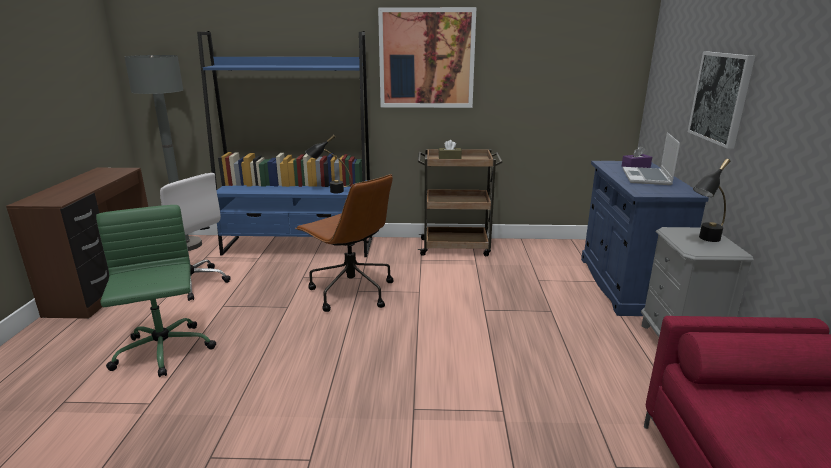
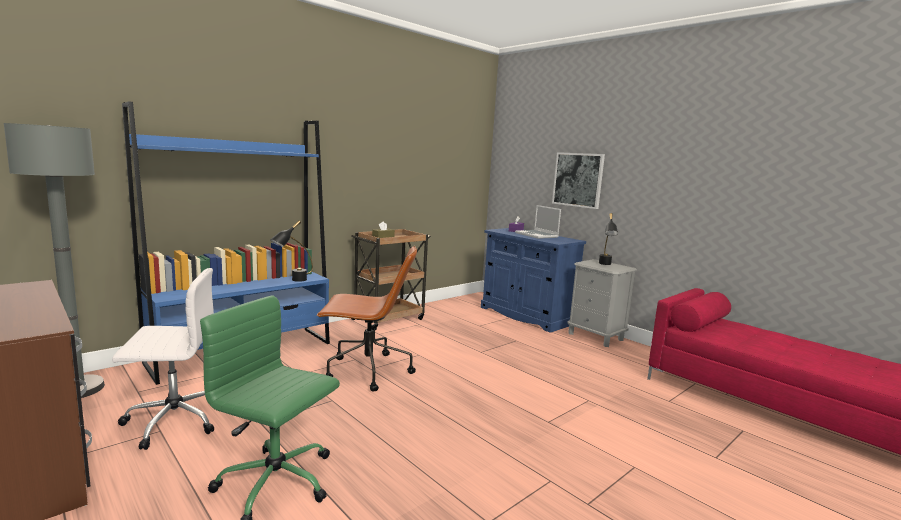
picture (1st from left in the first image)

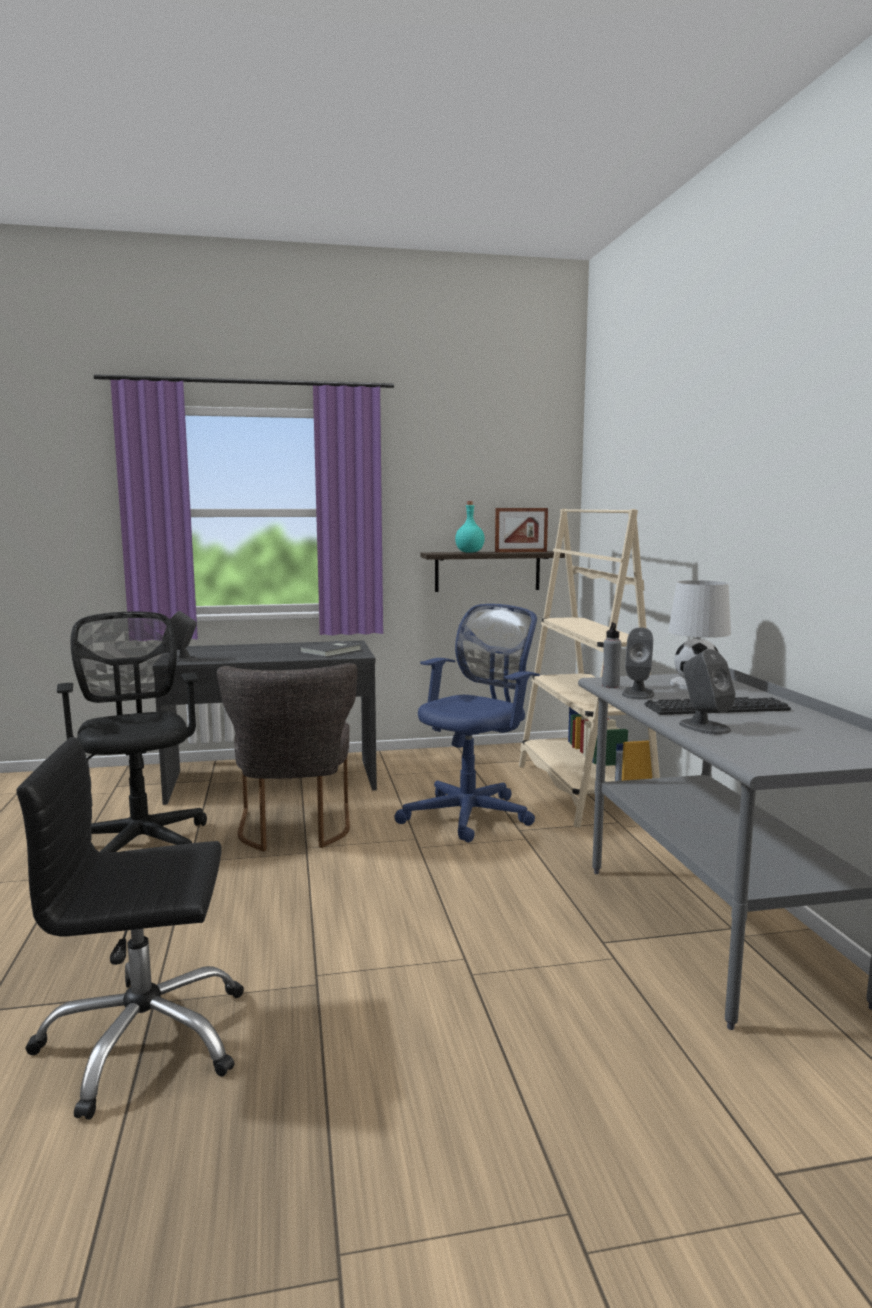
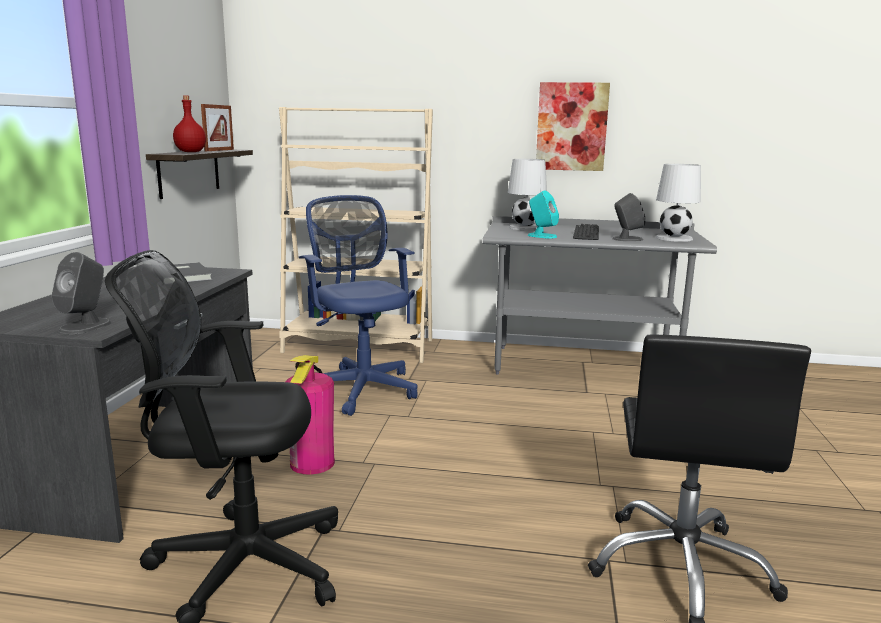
bottle in red
fire extinguisher
speaker in turquoise
picture
table lamp in white (2nd from left)
bottle in grey

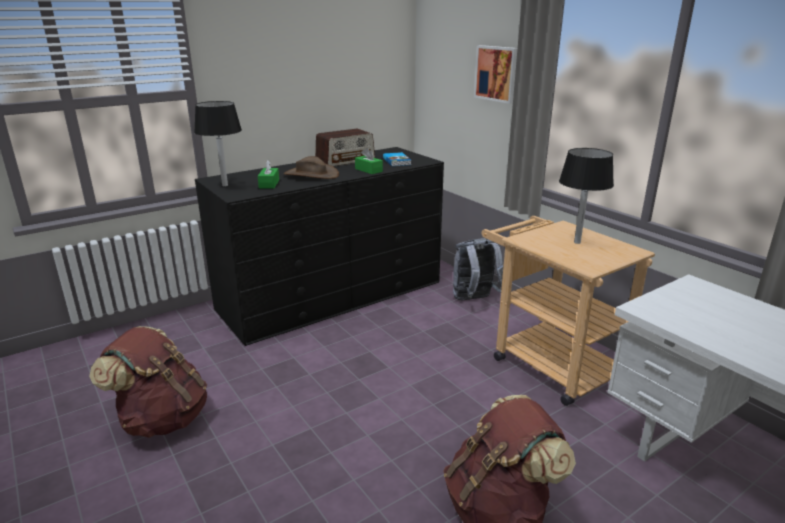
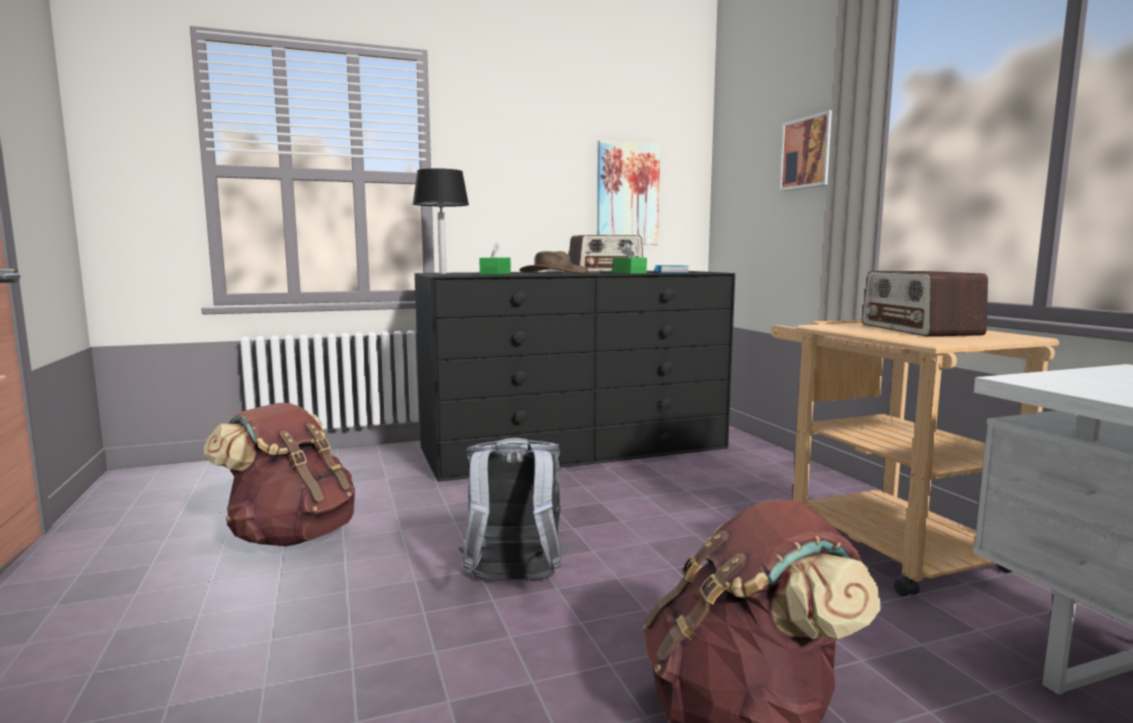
backpack in grey
picture (1st from left)
radio (2nd from left)

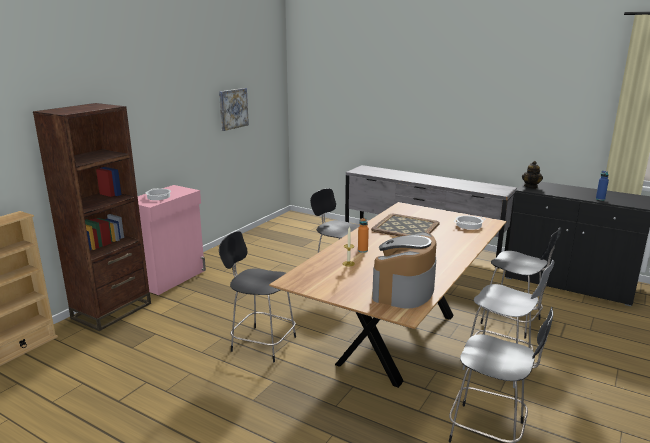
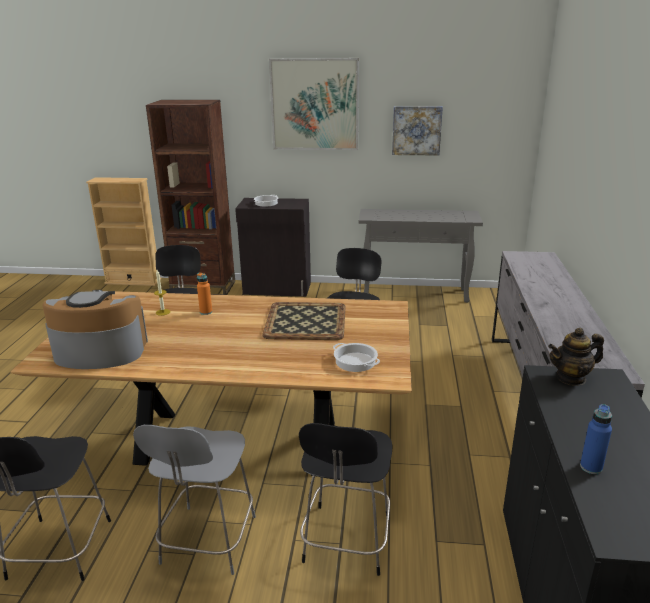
cabinet in black (1st from left)
picture (1st from left)
console table in grey

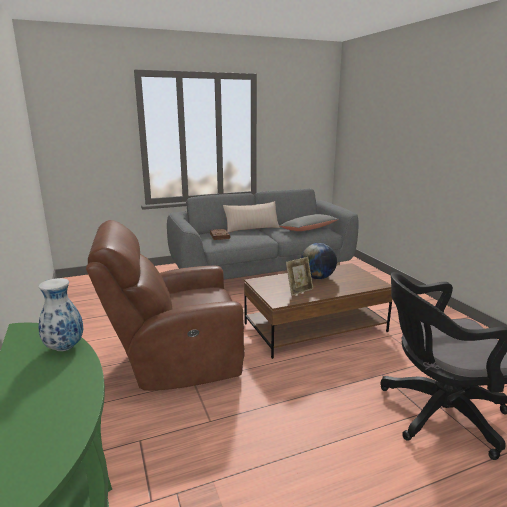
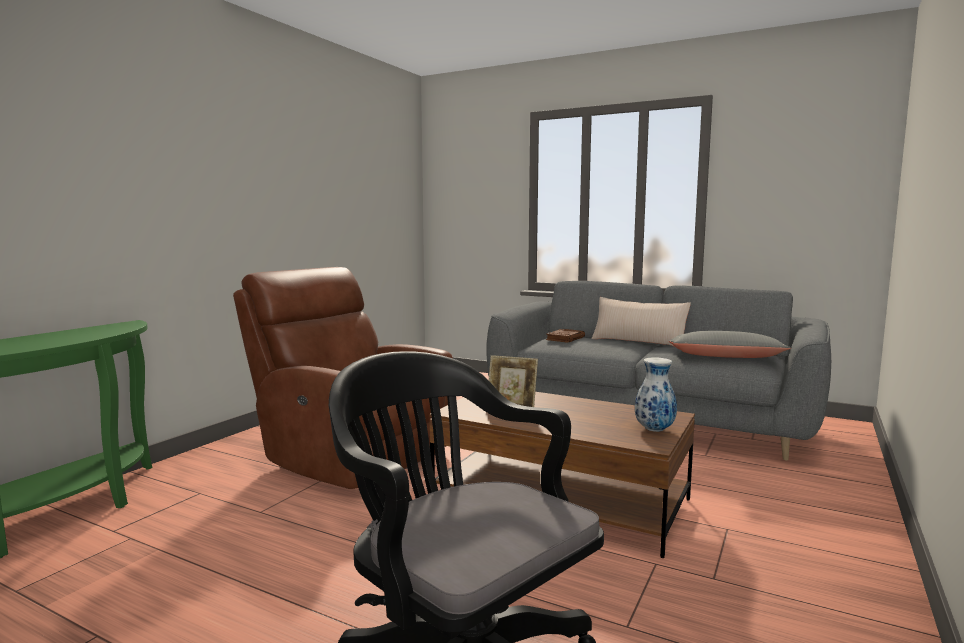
vase
globe

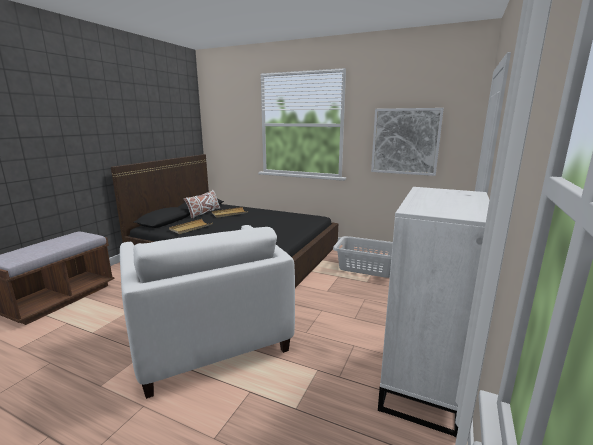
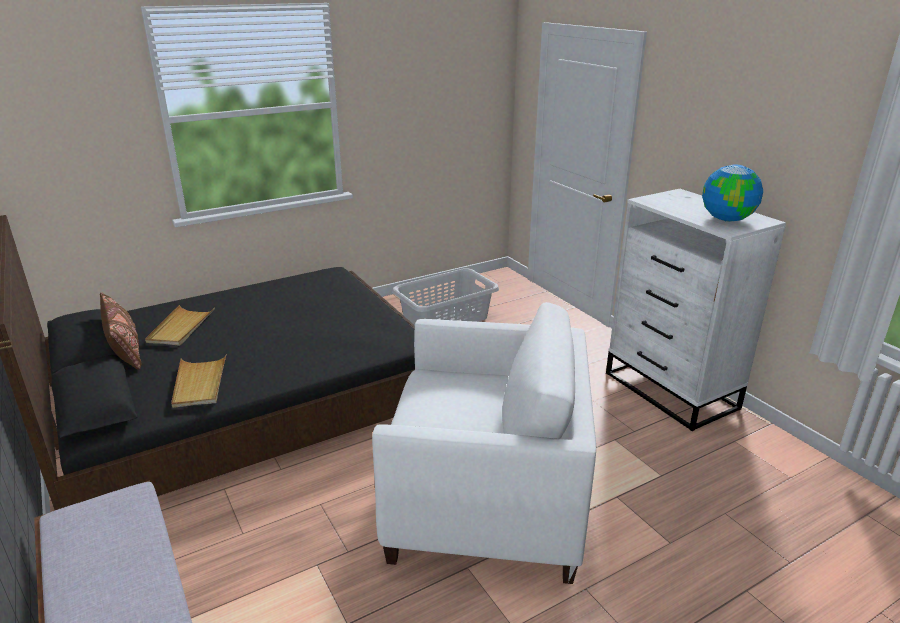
pillow in brown
globe
picture

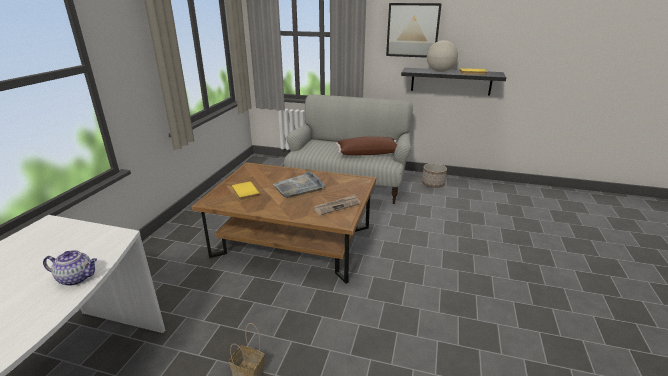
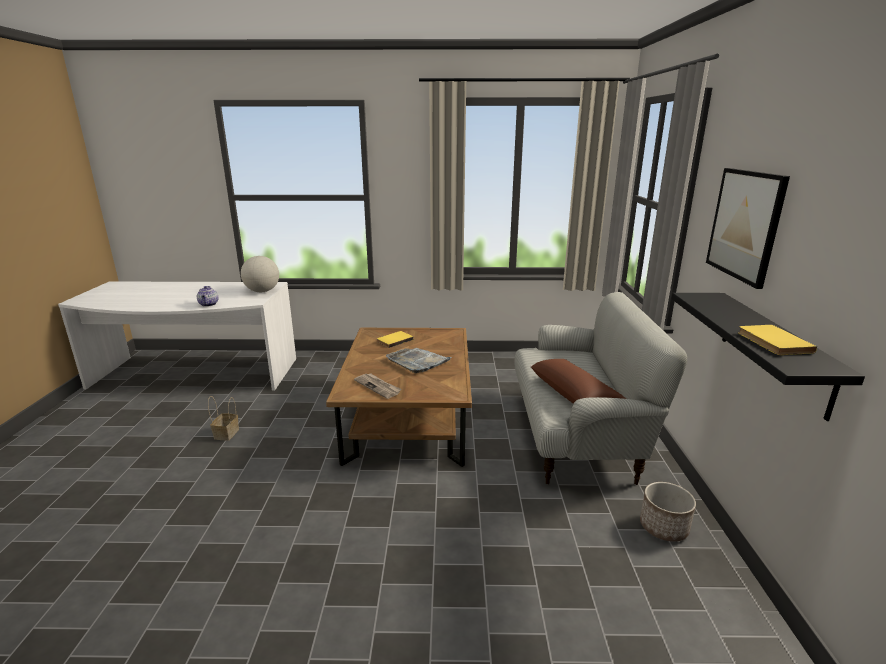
globe

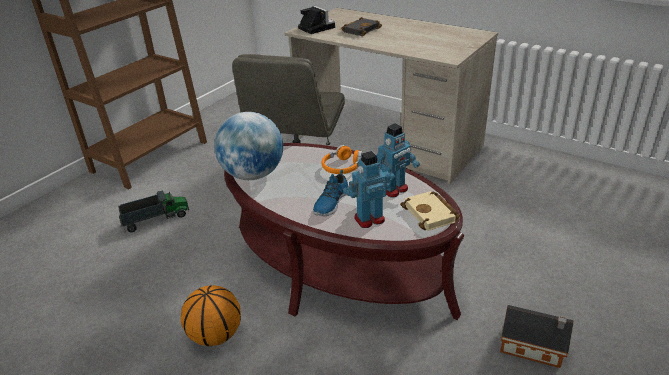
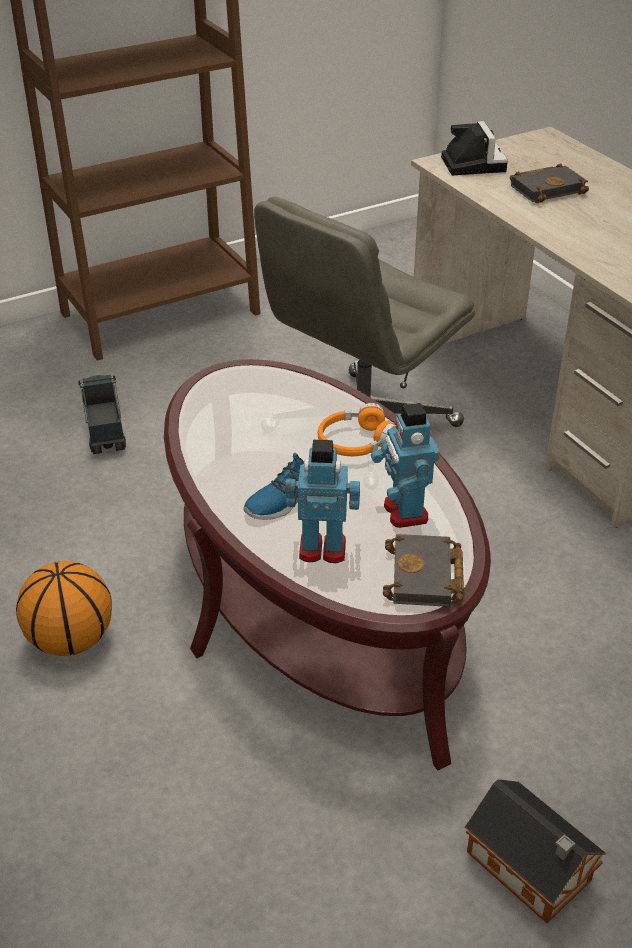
toy truck
toy robot (2nd from left)
book in black (1st from left)
globe

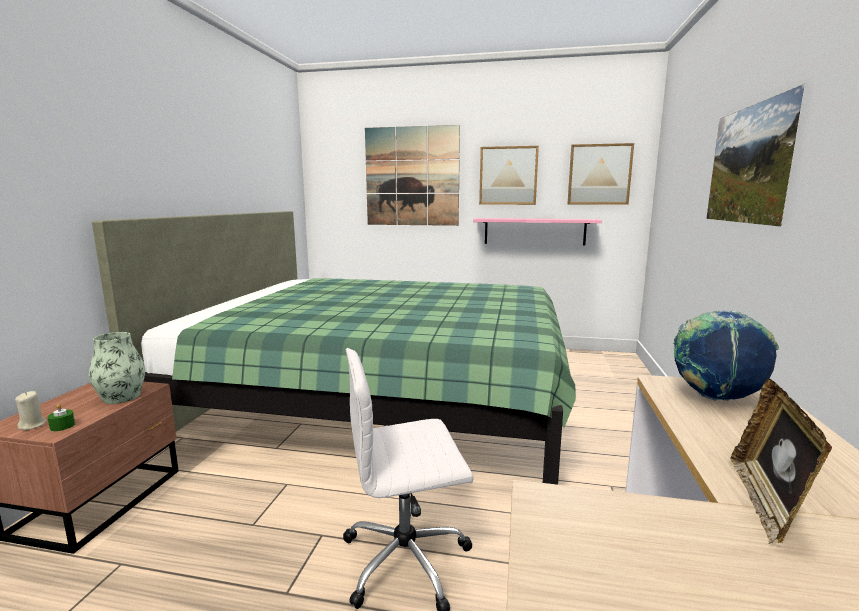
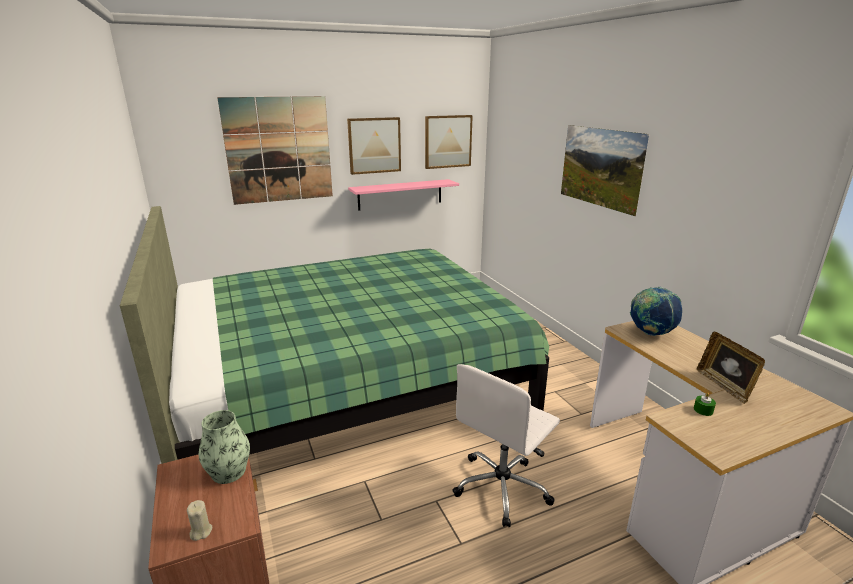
candle in green

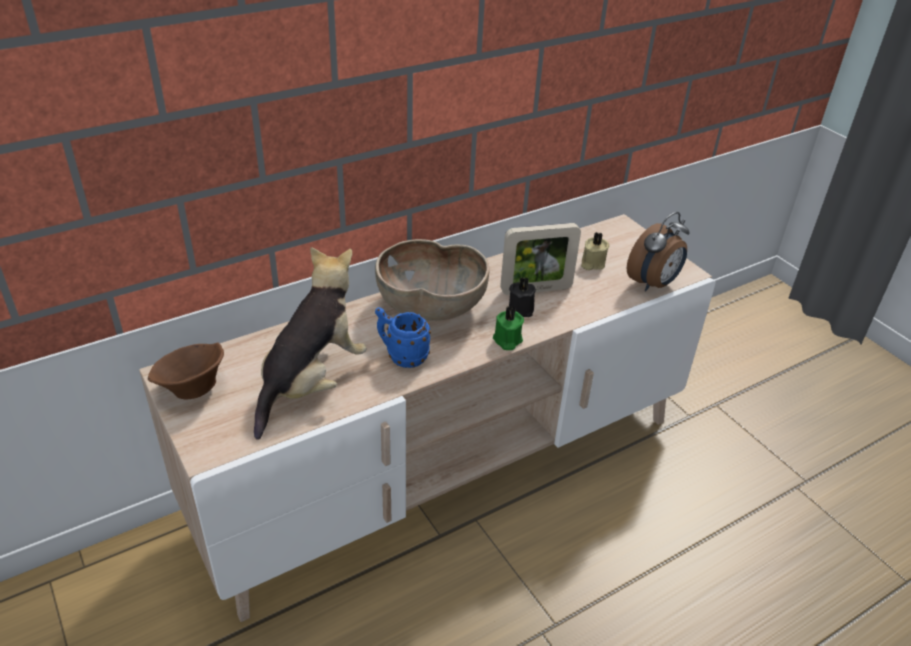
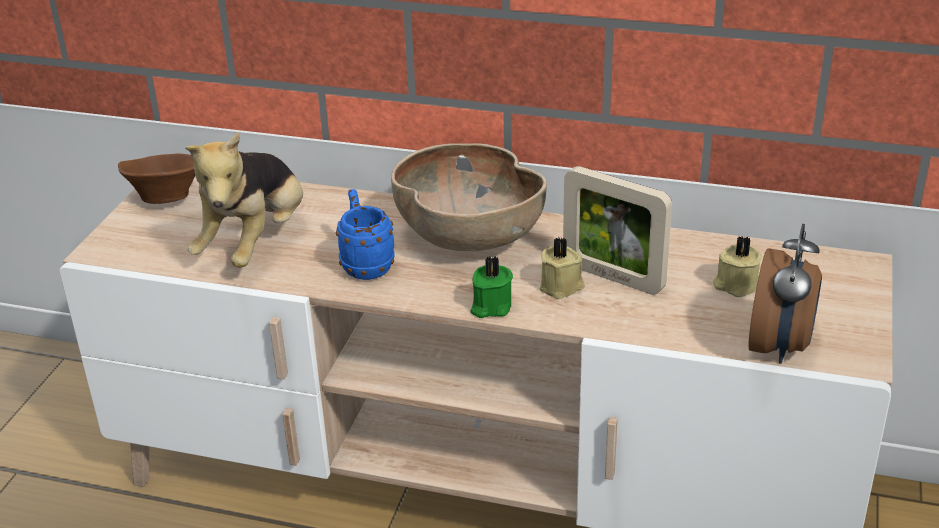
plush toy
candle in beige (1st from left)
alarm clock

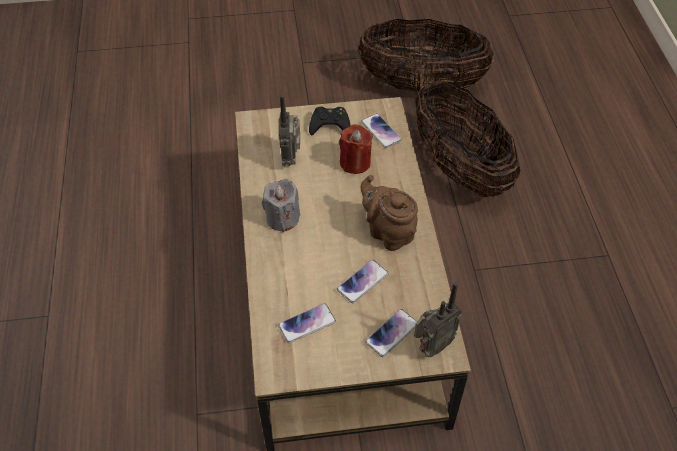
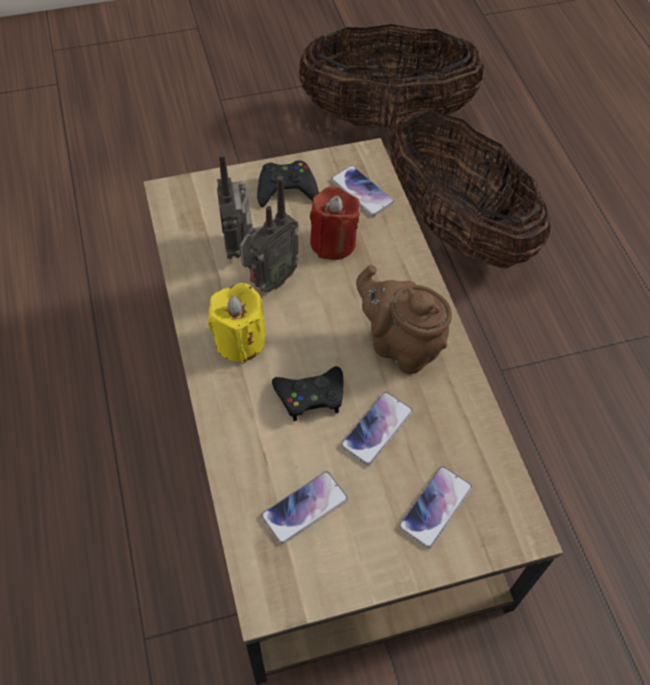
candle in yellow
radio (2nd from left)
game controller in black (2nd from left)

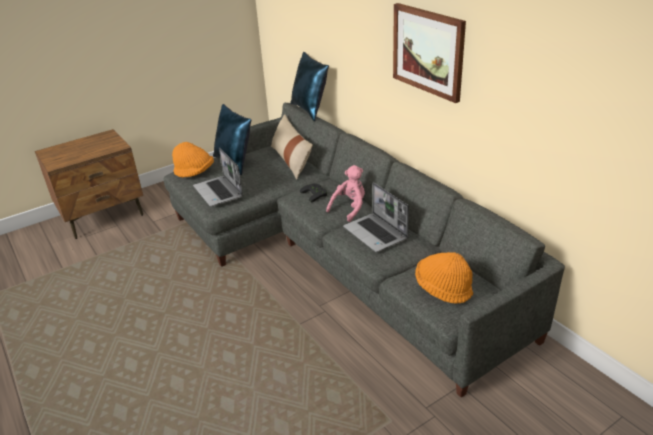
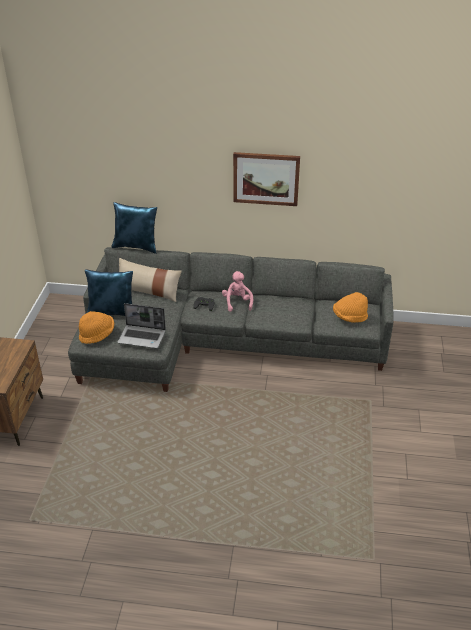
laptop (2nd from left in the first image)

